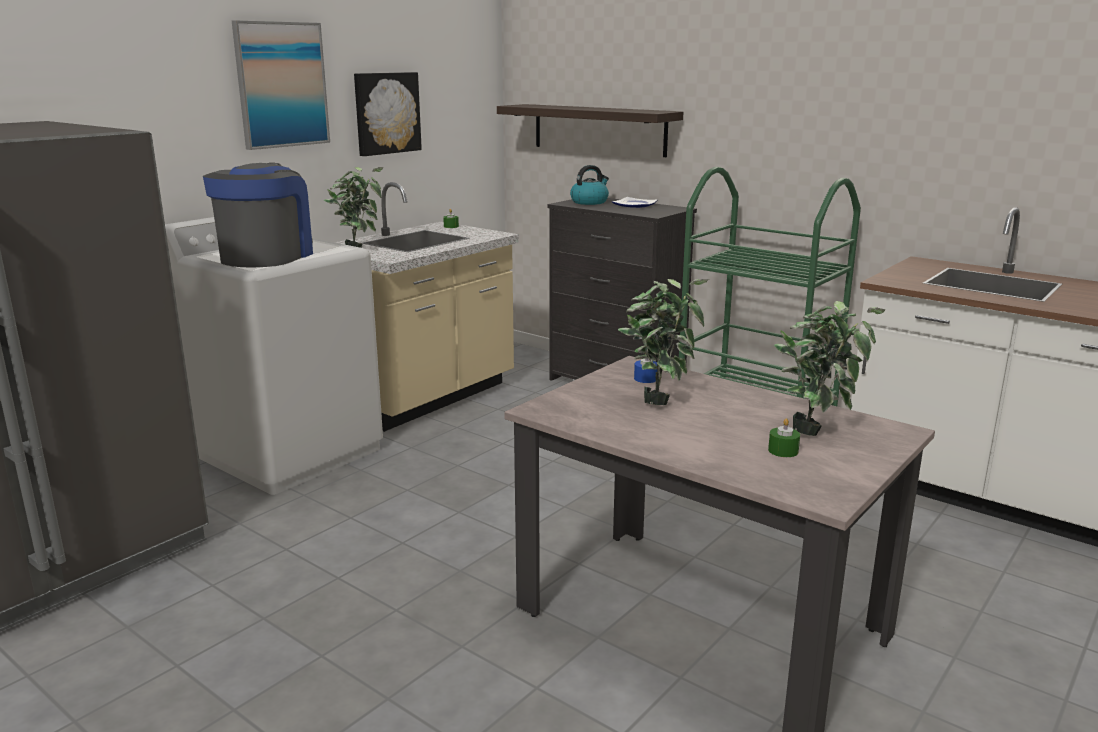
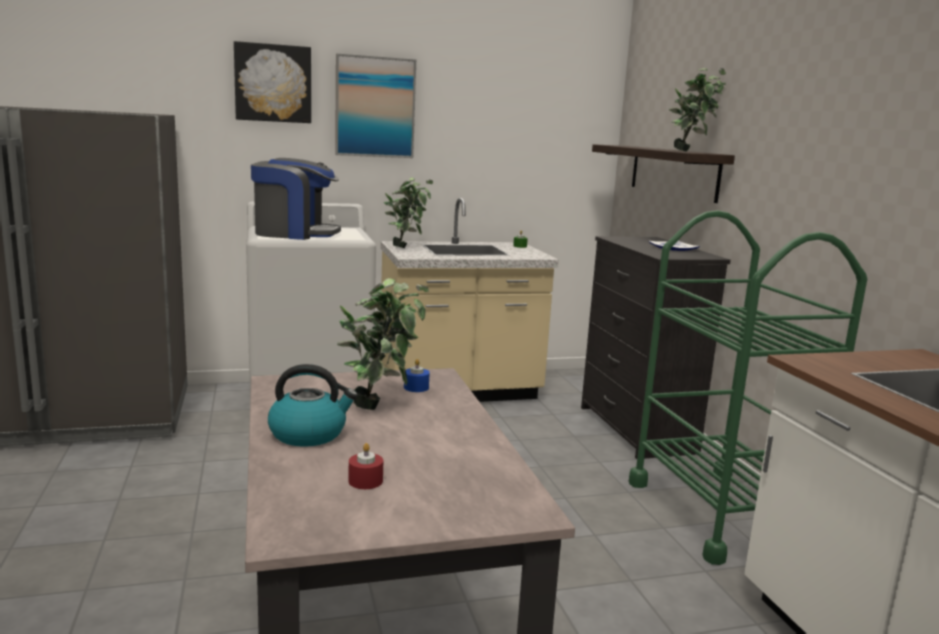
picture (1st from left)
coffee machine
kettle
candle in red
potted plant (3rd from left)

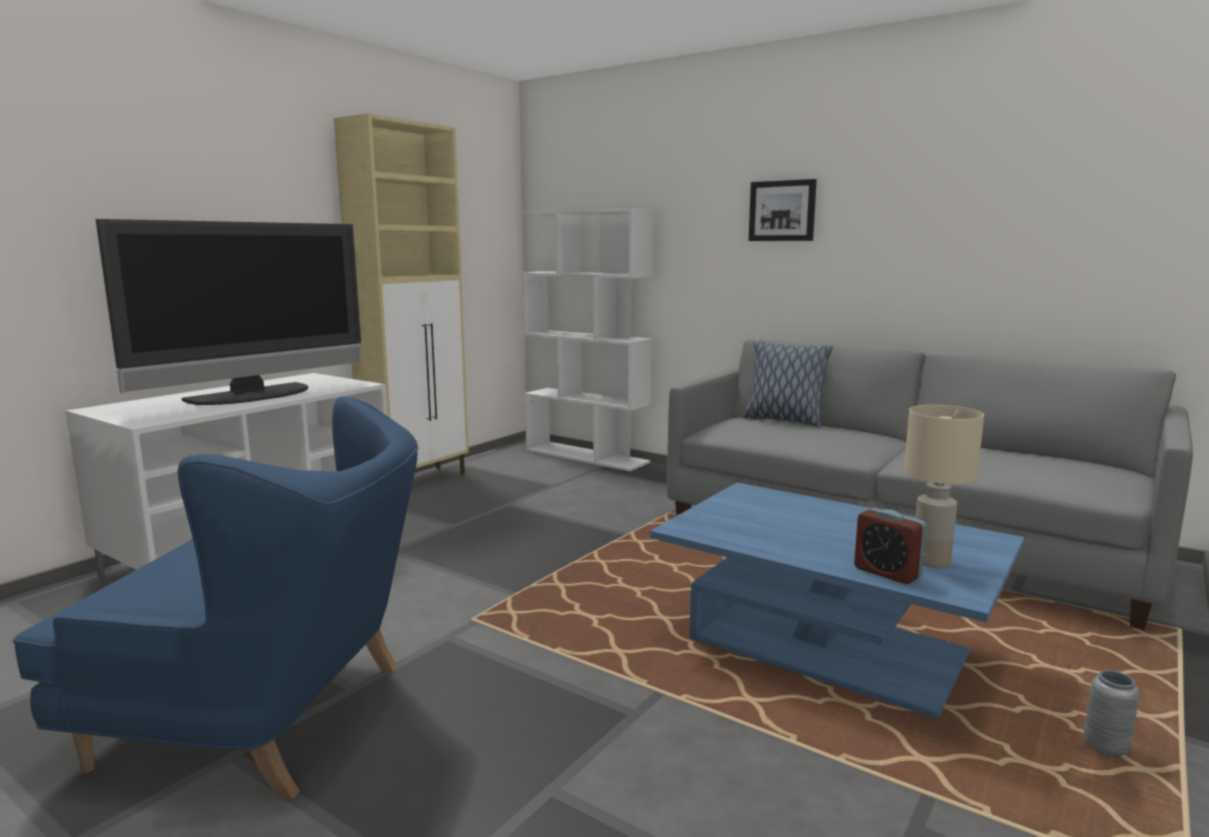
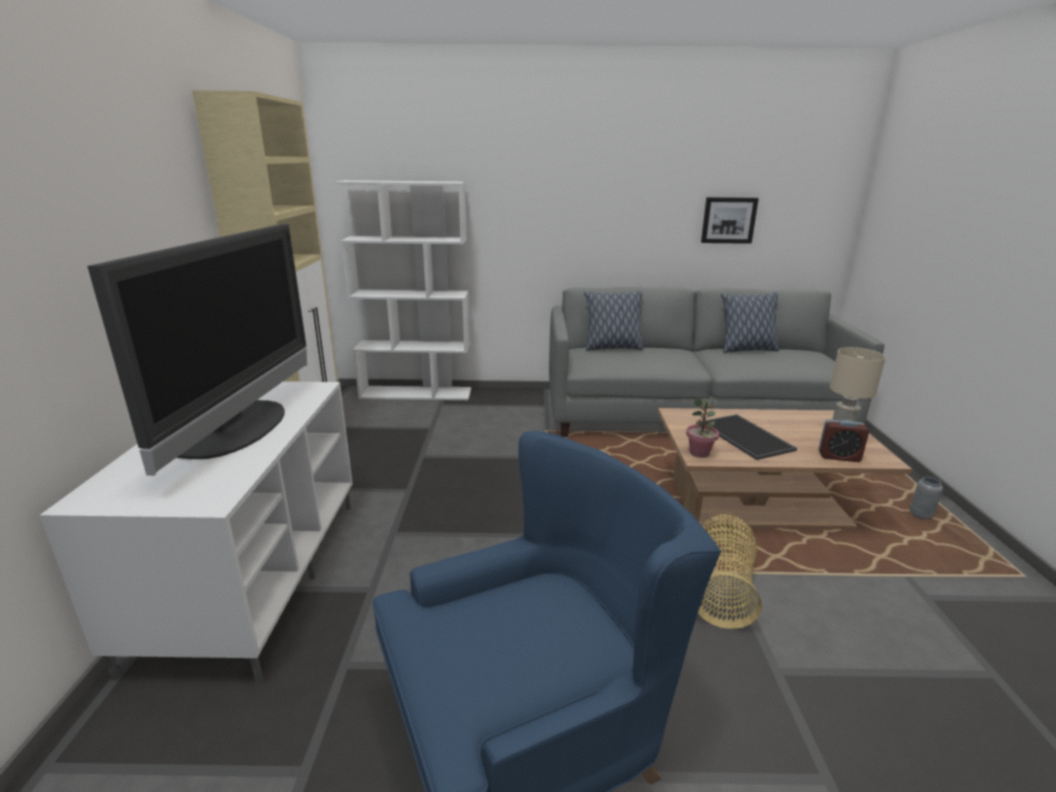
coffee table in brown
potted plant
basket
tray
picture
pillow (2nd from left)

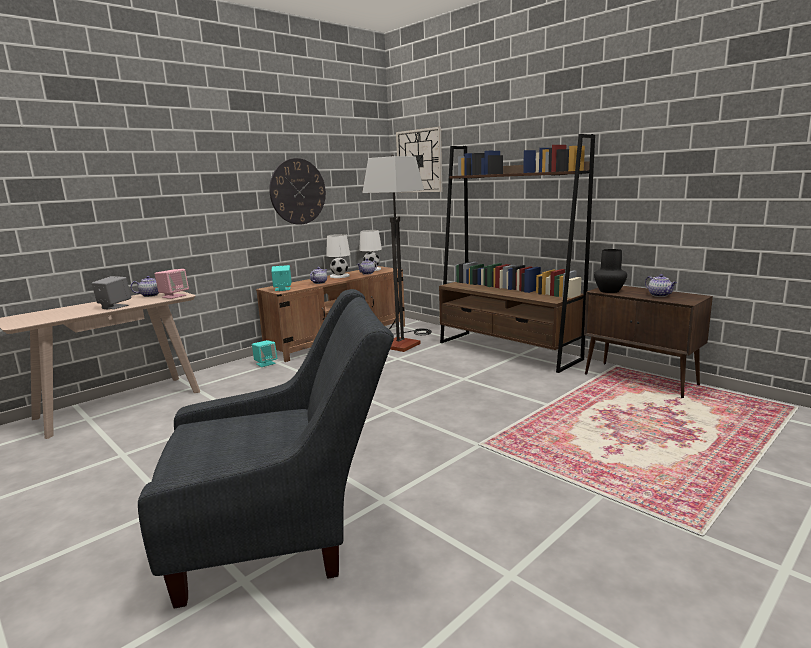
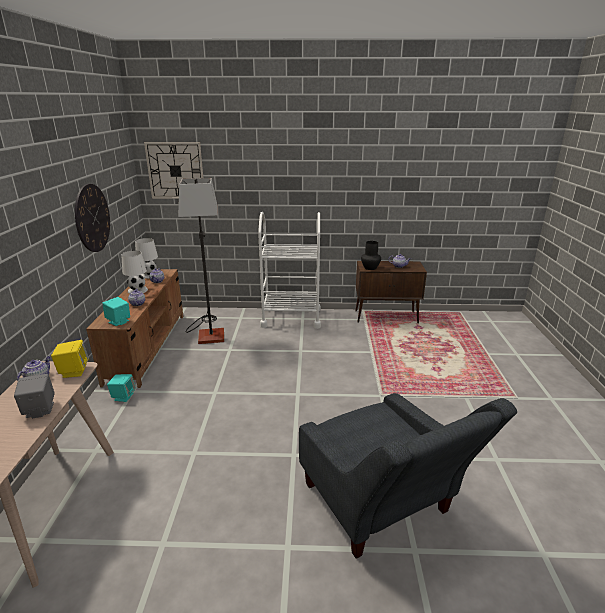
speaker in yellow
cart in white
armchair in grey

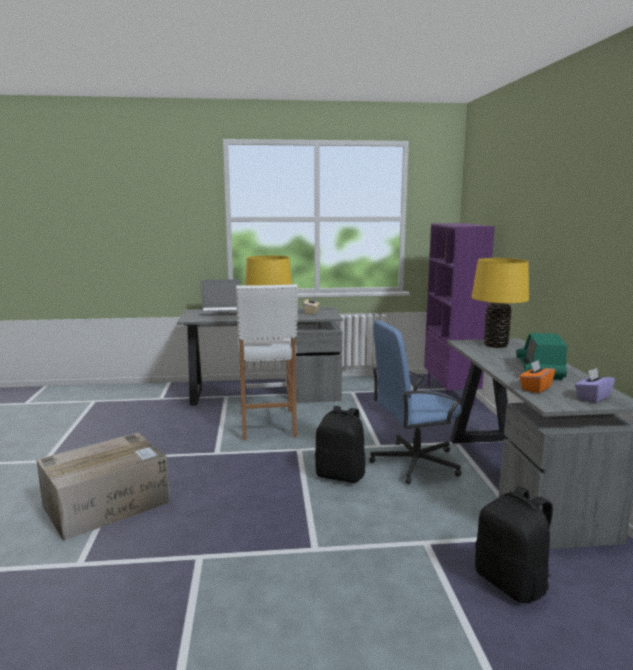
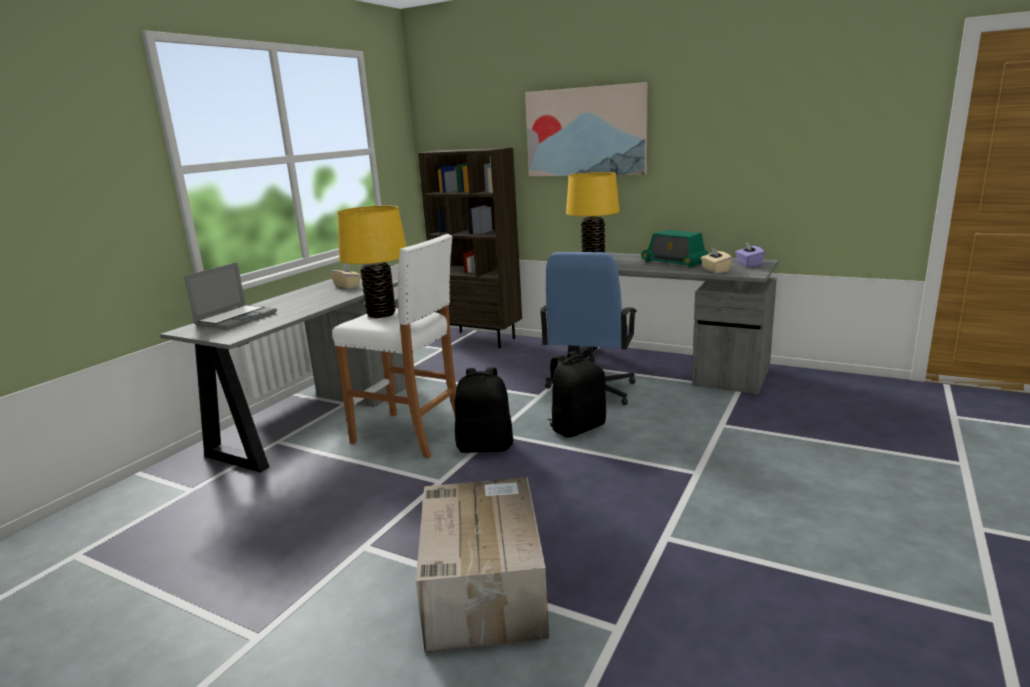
bookcase in brown
backpack in black (1st from left)
picture
tissue box in beige (2nd from left)

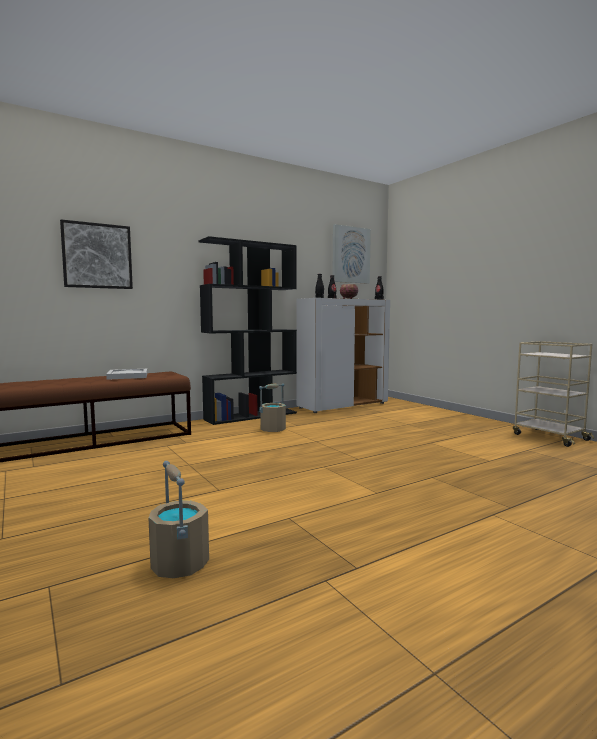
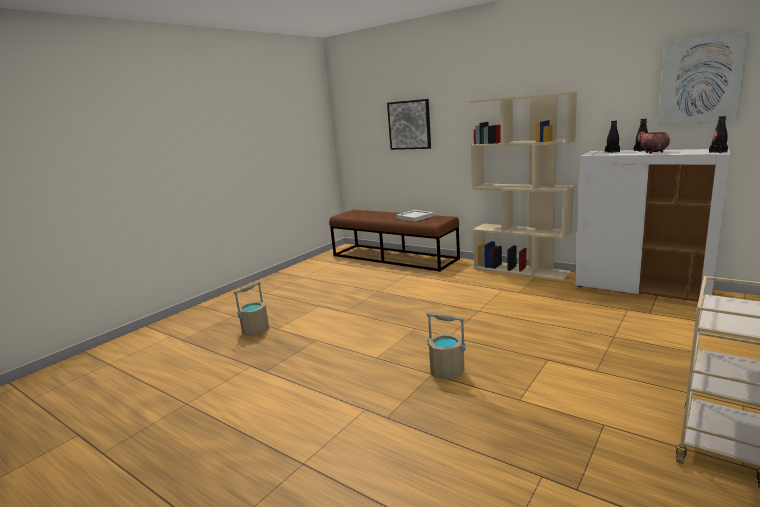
bucket in beige (2nd from left)
bookcase in beige

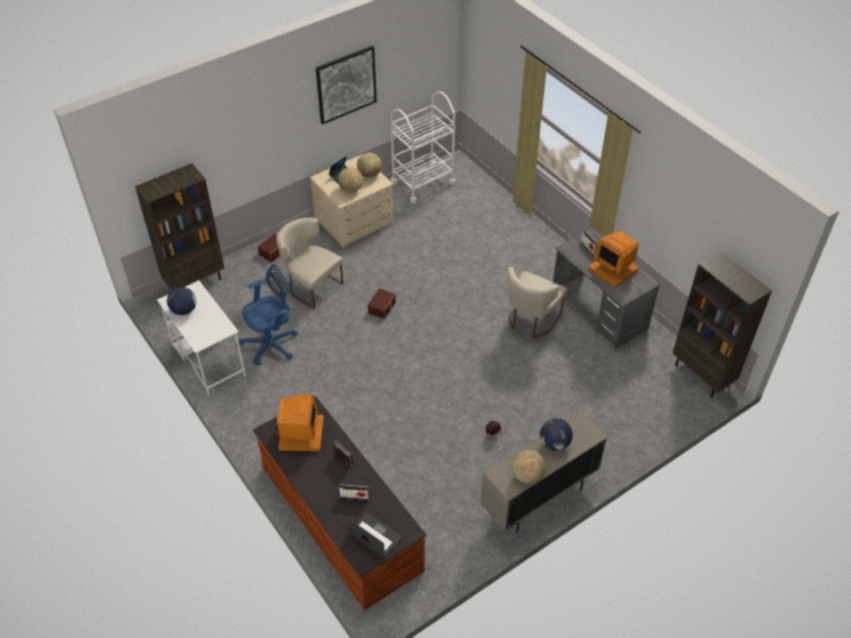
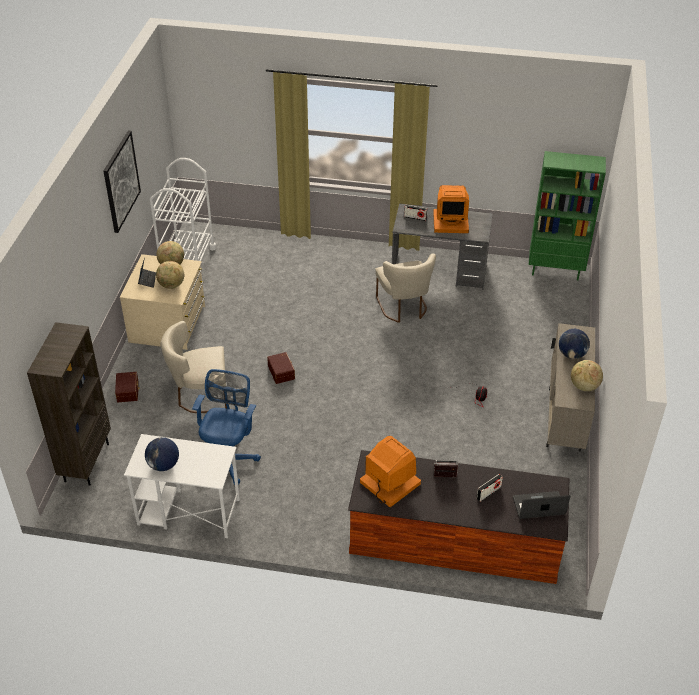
bookcase in green

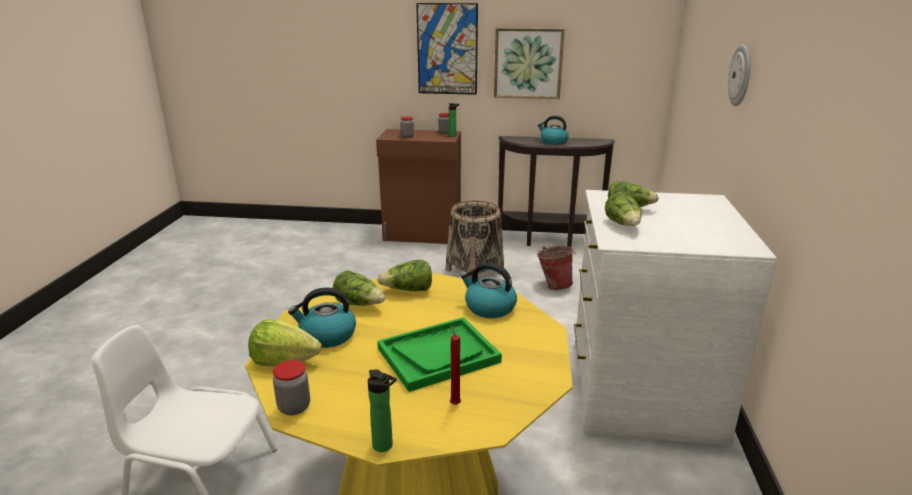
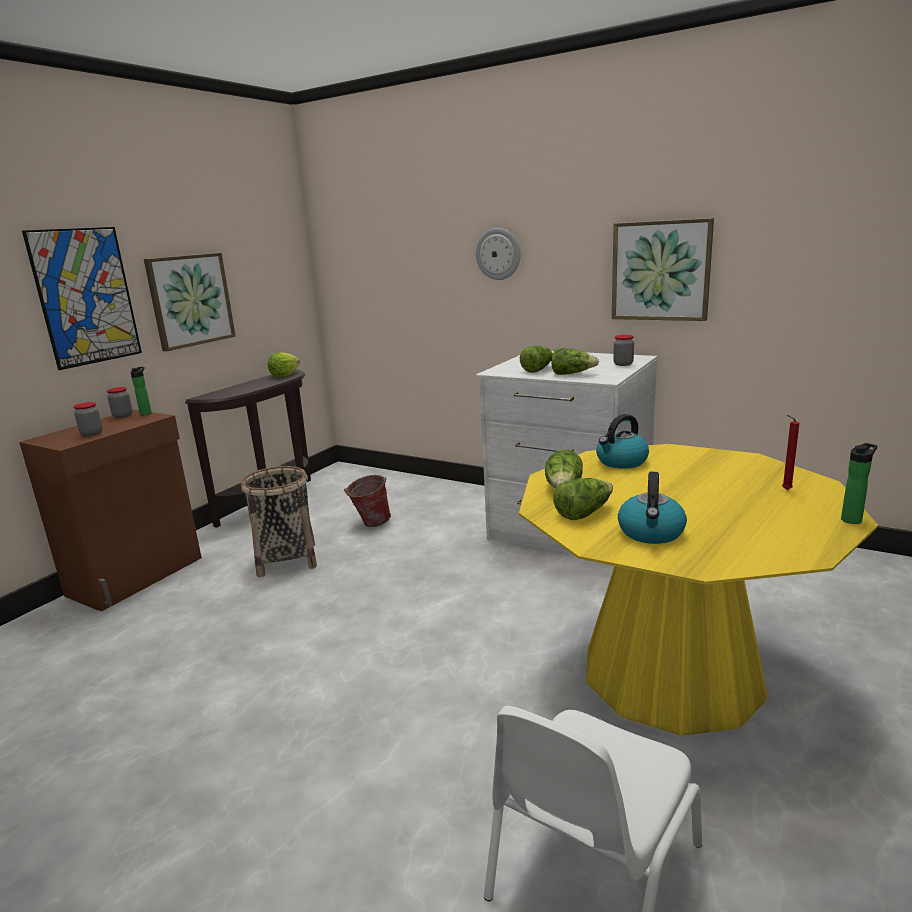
lettuce (1st from left)
picture (3rd from left)
jar (3rd from left)
tray in green
kettle (3rd from left in the first image)

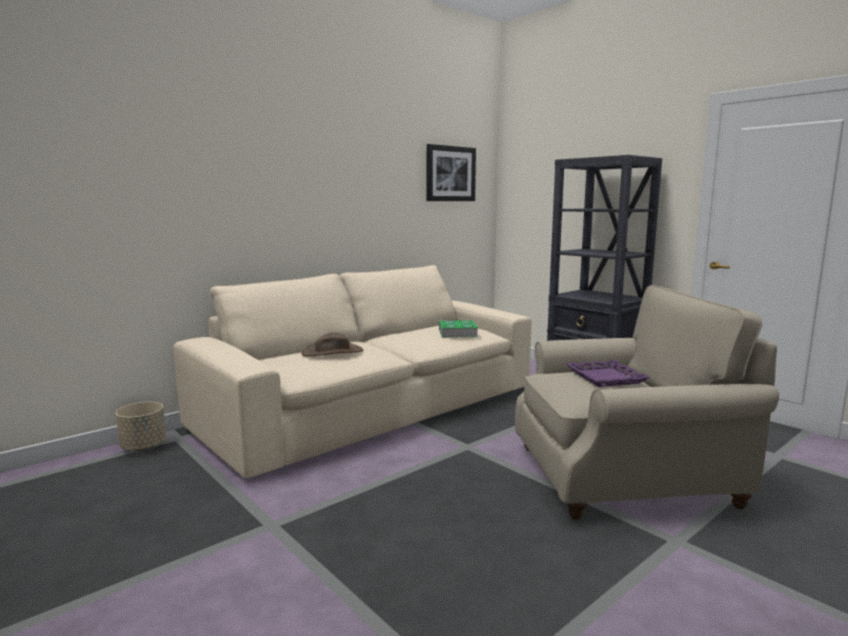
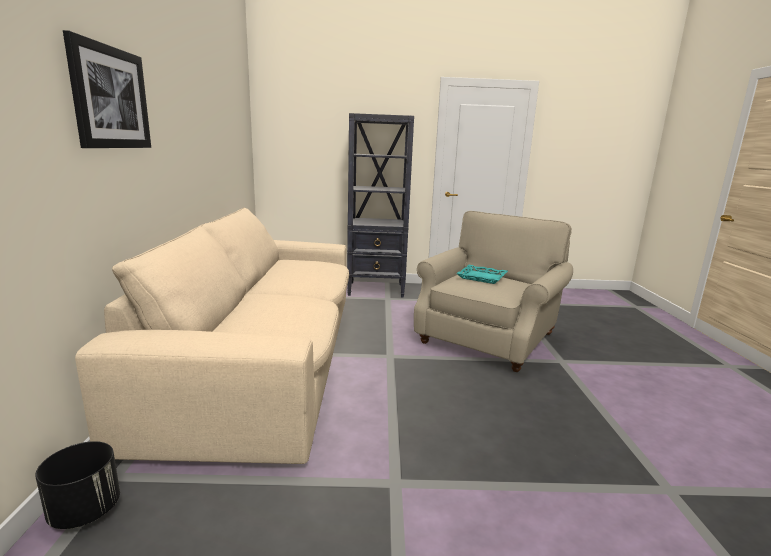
planter in black
picture
tray in turquoise
hat in brown
book

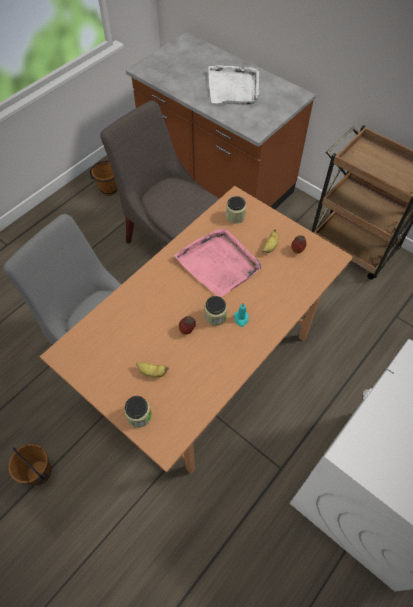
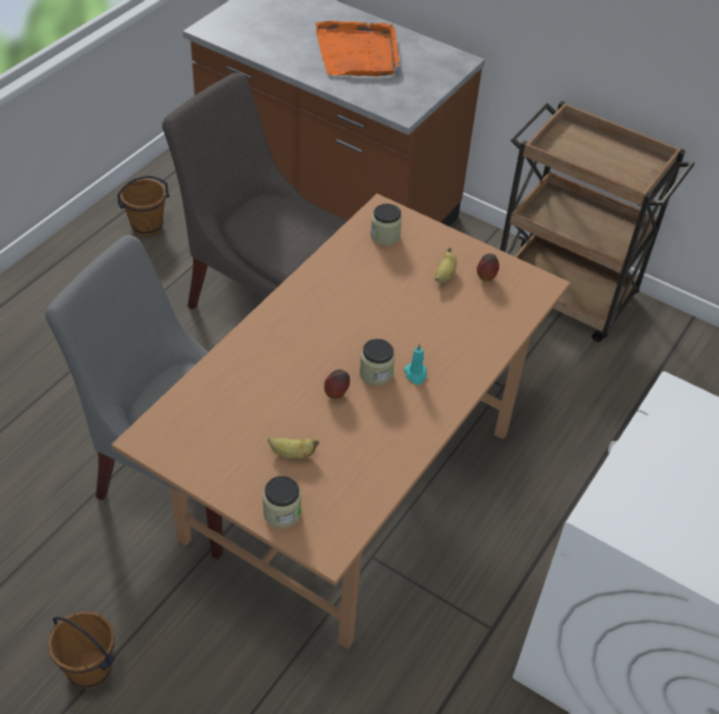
tray in orange
tray in pink

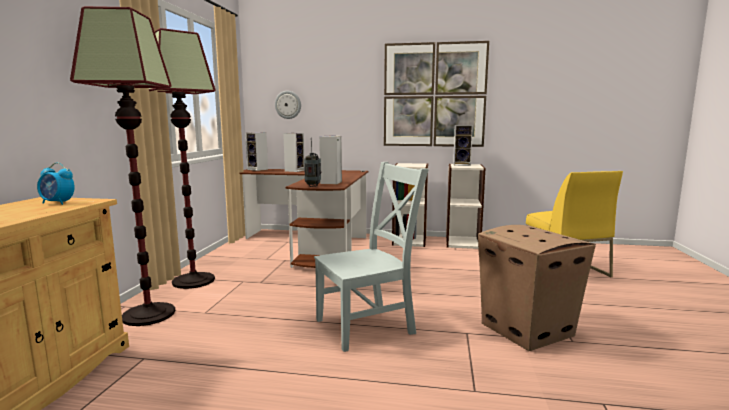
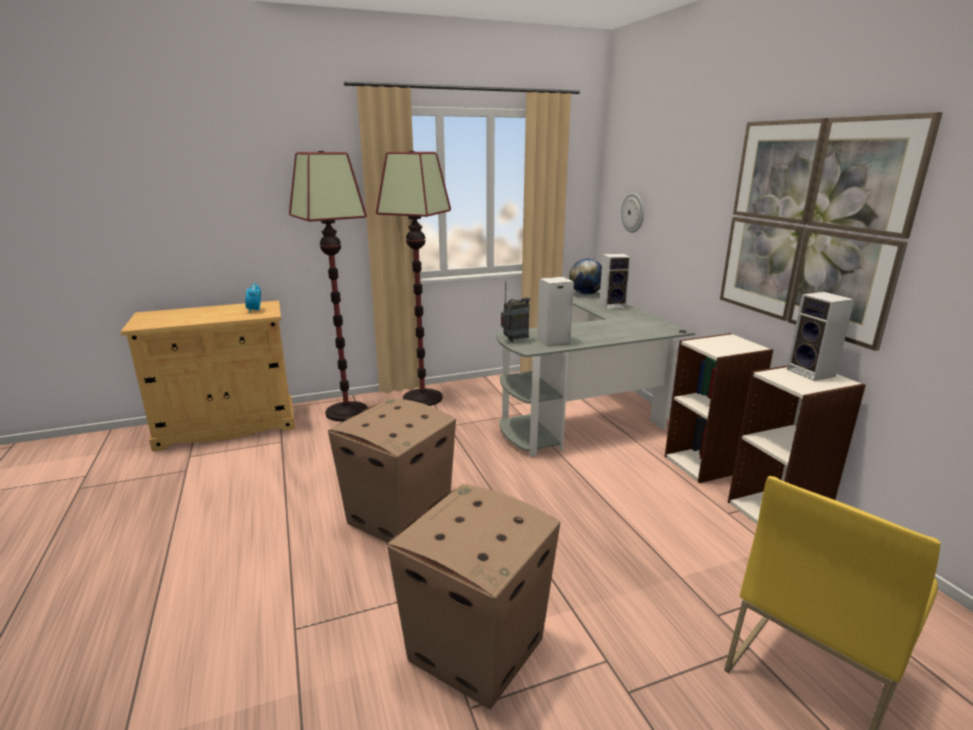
cardboard box (1st from left)
desk in grey
globe

